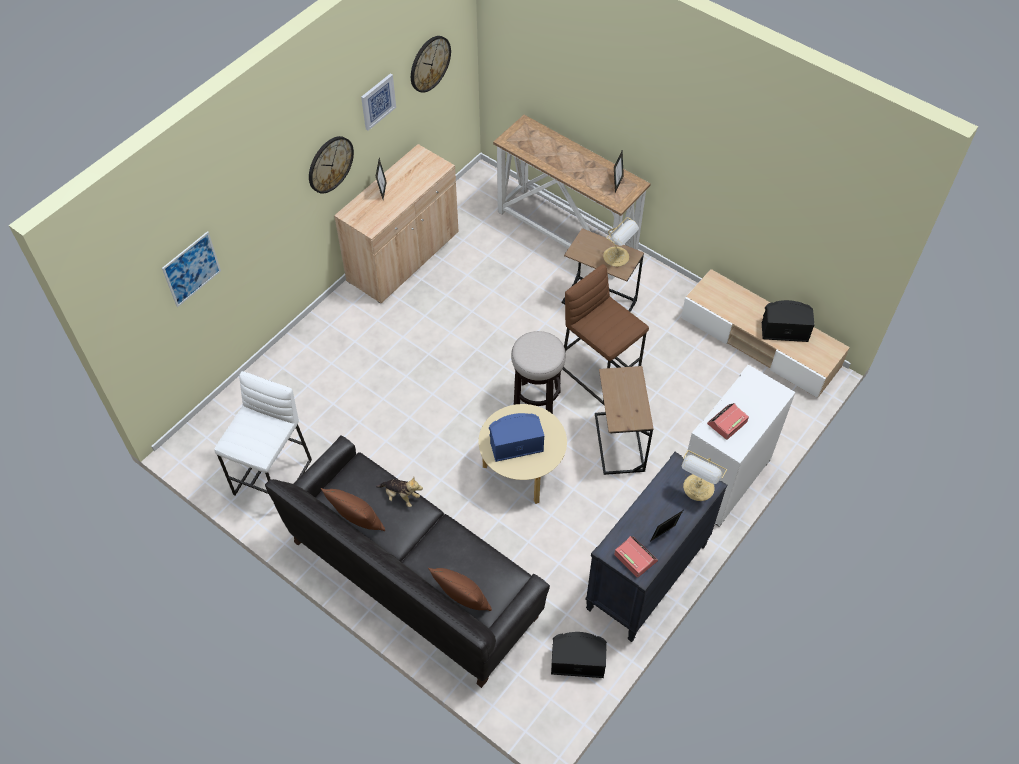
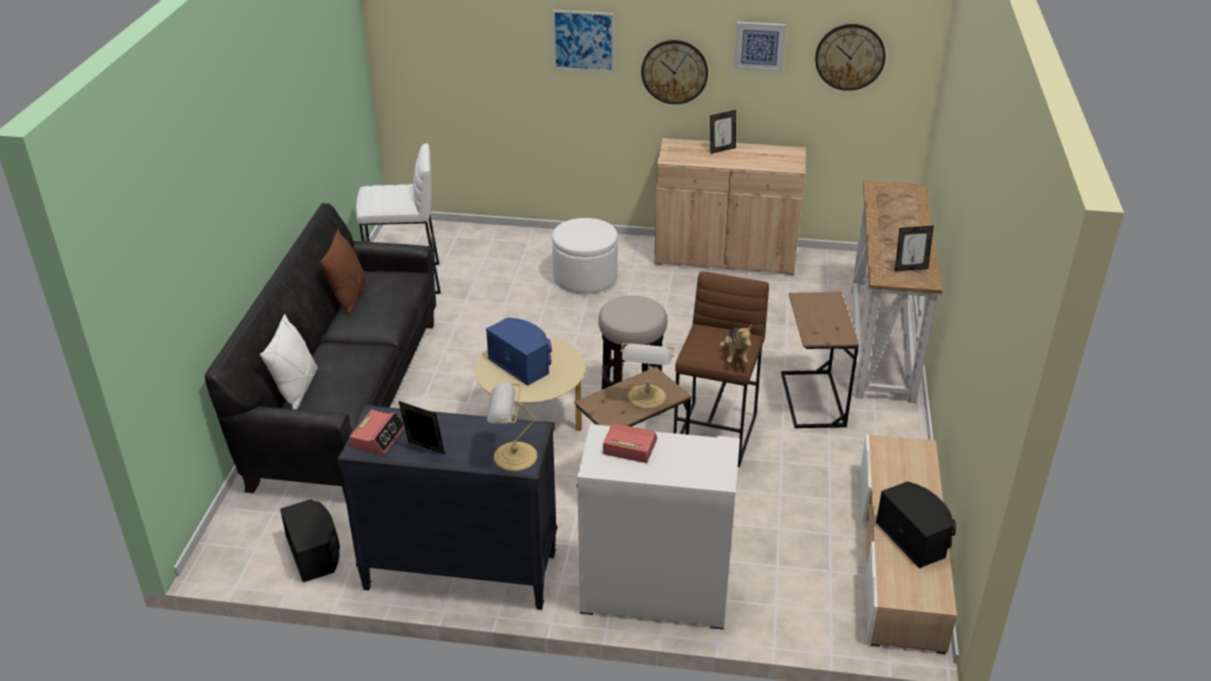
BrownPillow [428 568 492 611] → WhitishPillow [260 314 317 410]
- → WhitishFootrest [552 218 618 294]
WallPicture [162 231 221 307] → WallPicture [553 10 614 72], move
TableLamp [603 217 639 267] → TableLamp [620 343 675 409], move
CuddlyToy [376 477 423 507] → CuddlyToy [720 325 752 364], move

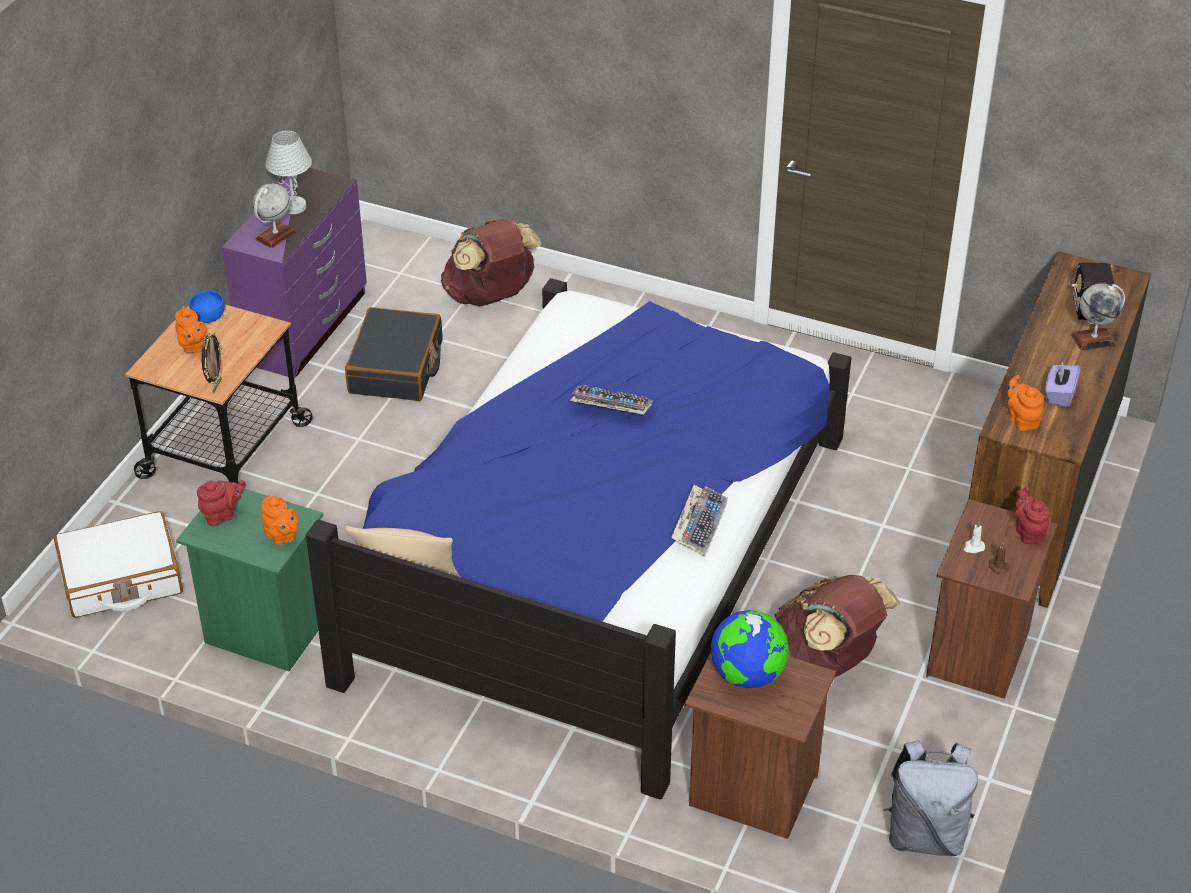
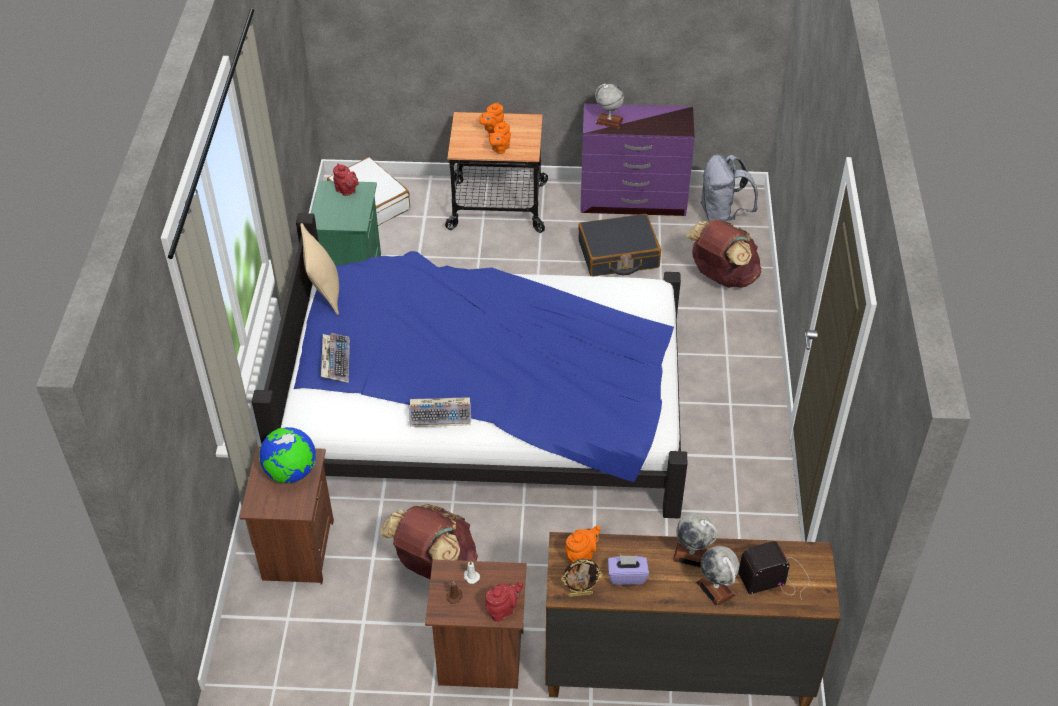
Keyboard [570 385 653 415] → Keyboard [321 333 350 383], move
OrangeyTeaPot [261 494 298 545] → OrangeyTeaPot [489 121 511 154], move
PictureFrame [202 332 222 394] → PictureFrame [561 559 603 597], move
- → WorldGlobe [673 513 717 568]
GreyishRucksack [884 740 978 856] → GreyishRucksack [700 155 758 221], move
BluishDeepDish [189 290 225 323] → -
WhitishTableLamp [265 131 312 214] → -

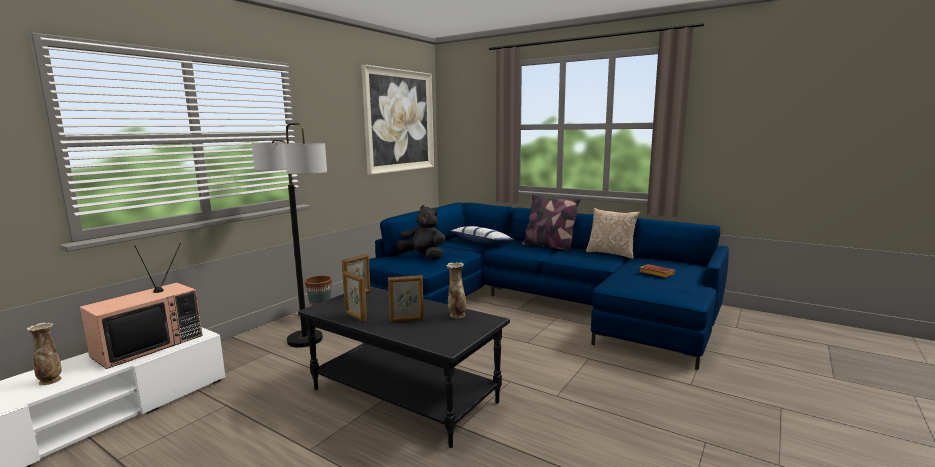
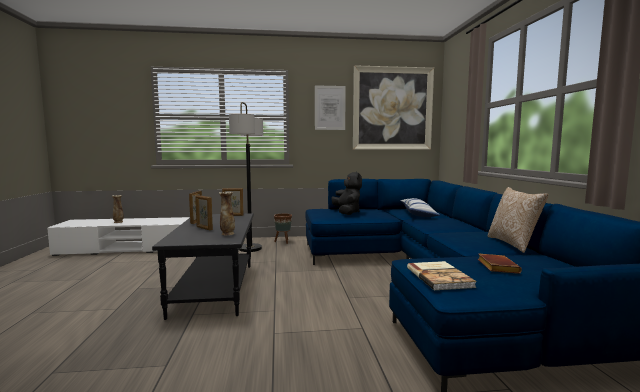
- → WallPicture [315 85 346 130]
- → BoundBook [407 261 477 290]
Television [80 243 203 369] → -
Pillow [522 194 581 251] → -

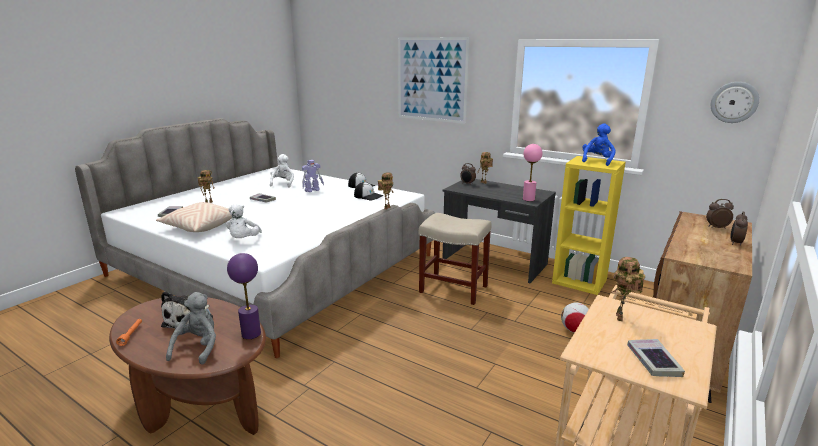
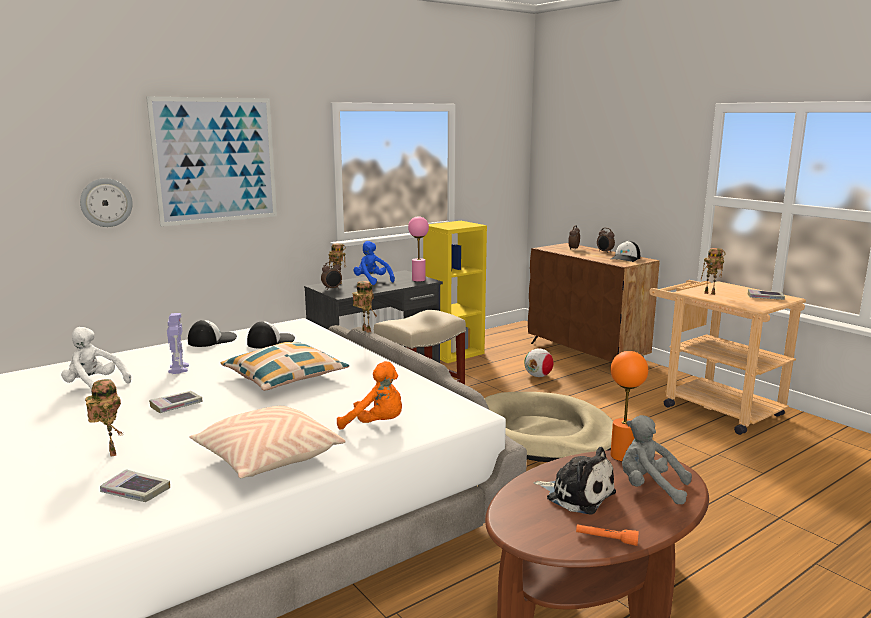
HangingClock [711 82 759 123] → HangingClock [80 178 133 227], move
- → Pillow [221 342 349 391]
WhitishCuddlyToy [226 204 262 238] → OrangeyCuddlyToy [337 361 402 430]
BluishCuddlyToy [582 123 615 166] → BluishCuddlyToy [353 241 395 285], move
- → BeigeColouredDogCushion [484 392 613 462]
PurpleTableLamp [227 253 261 339] → OrangeyTableLamp [610 351 648 461]
- → Cap [611 241 640 262]

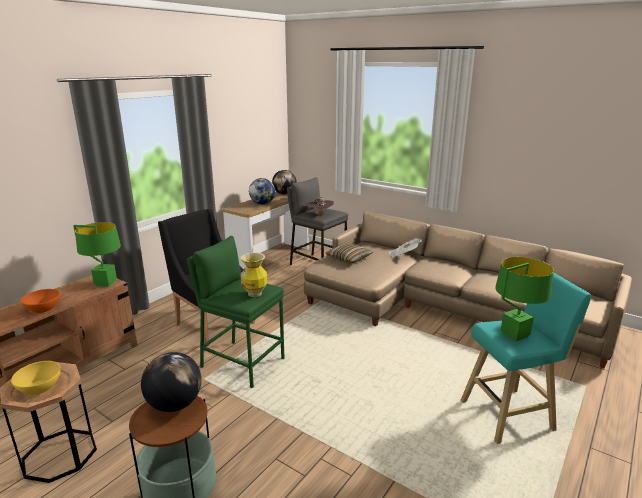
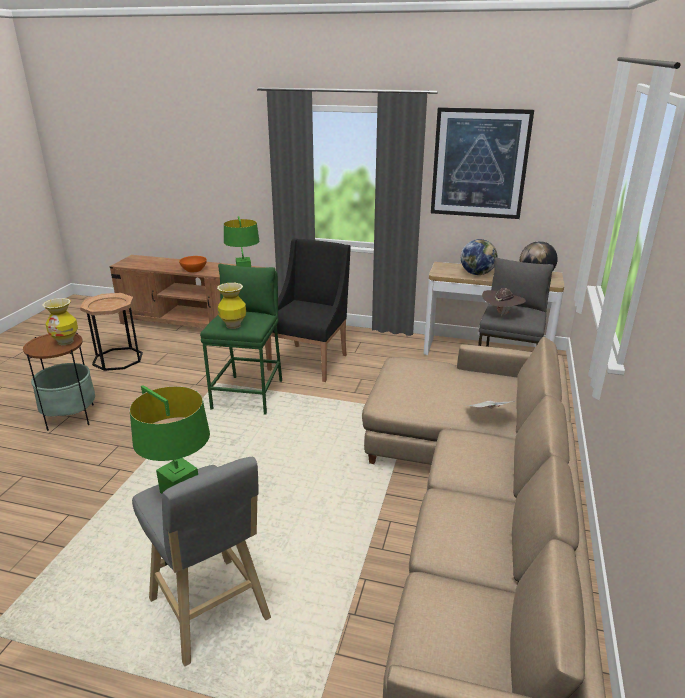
WorldGlobe [141 352 202 412] → Vase [42 298 78 345]
TurquoiseColouredStoolSeat [461 273 591 444] → GreyishStoolSeat [132 457 271 666]
- → WallPicture [431 107 534 219]
YellowishDeepDish [11 361 61 395] → -
Pillow [326 243 373 263] → -

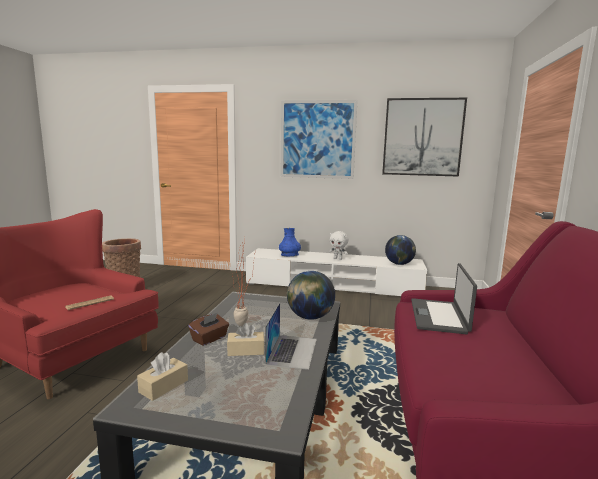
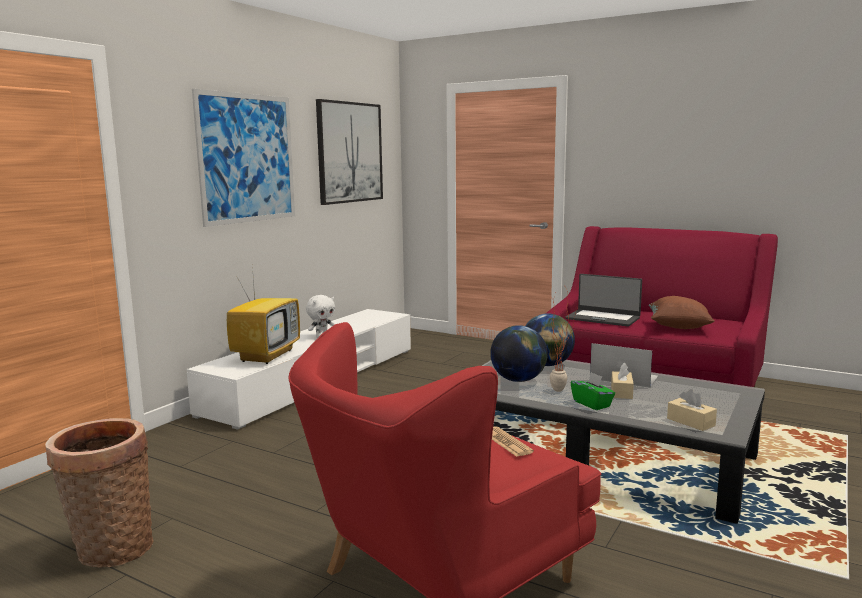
BluishVase [279 228 301 256] → Television [227 265 300 364]
WorldGlobe [385 235 416 265] → WorldGlobe [490 325 548 382], move
BrownTissueBox [188 313 229 346] → GreenColouredTissueBox [571 372 615 410]
- → BrownPillow [649 296 715 329]

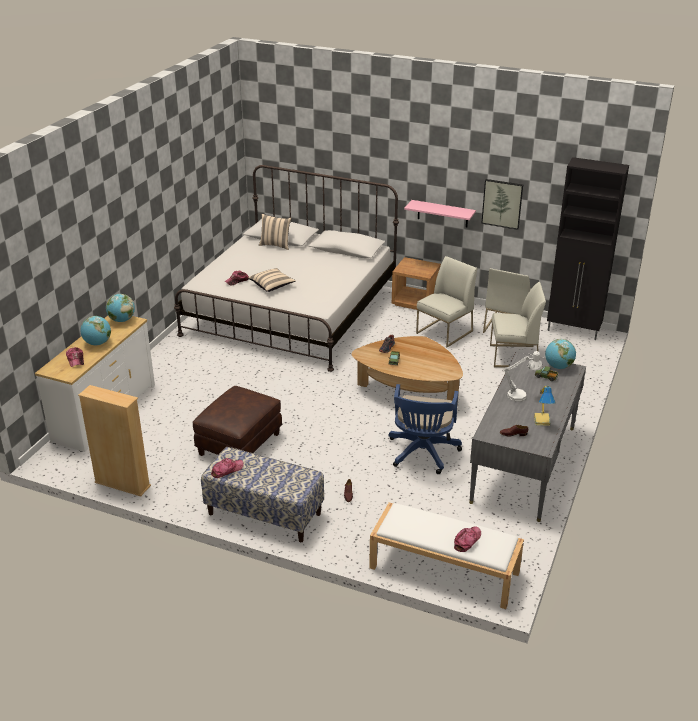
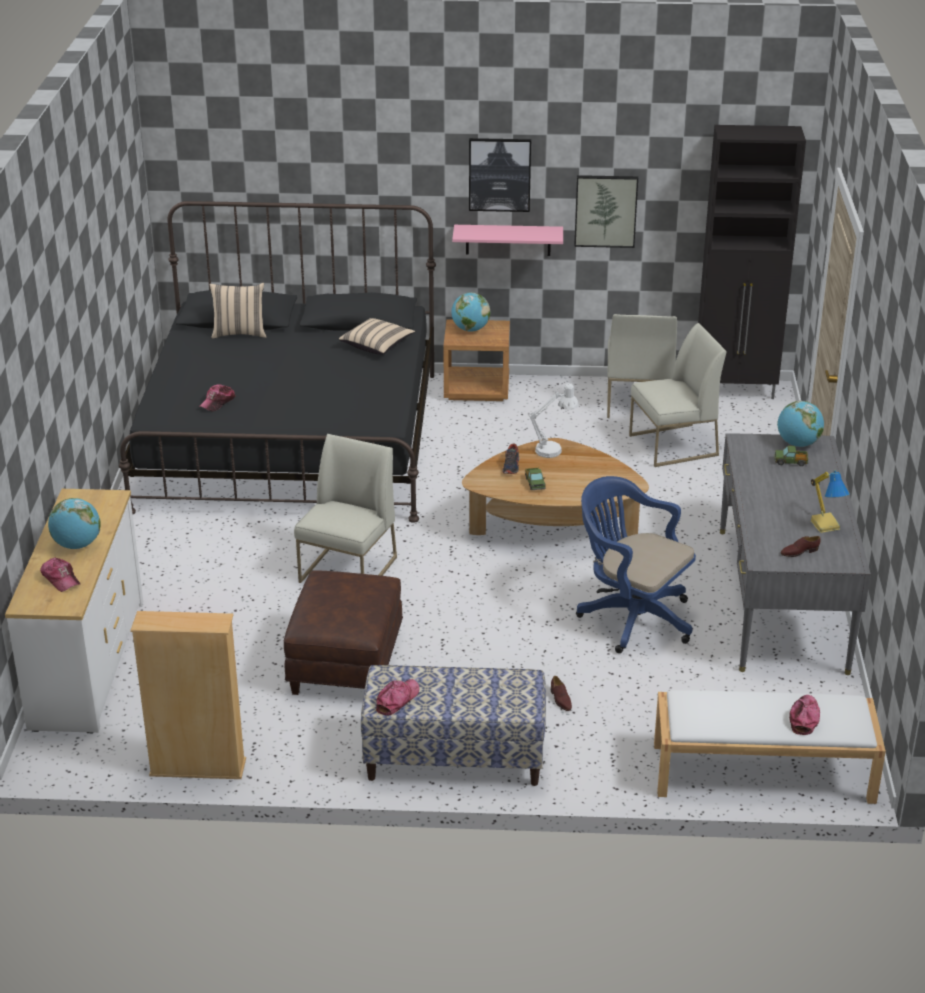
WhitishSleepingBed [174 165 399 372] → BlackColouredSleepingBed [119 201 436 523]
WhitishUprightChair [416 256 477 348] → WhitishUprightChair [294 434 397 583], move
BeigeColouredPillow [248 268 296 292] → BeigeColouredPillow [339 318 415 355], move
WorldGlobe [106 294 135 322] → WorldGlobe [451 292 490 332], move
- → WallPicture [469 138 531 212]
WhitishTableLamp [504 351 542 402] → WhitishTableLamp [529 383 579 458], move
BluishDeskChair [388 384 462 474] → BluishDeskChair [576 476 696 653], 135 degrees clockwise

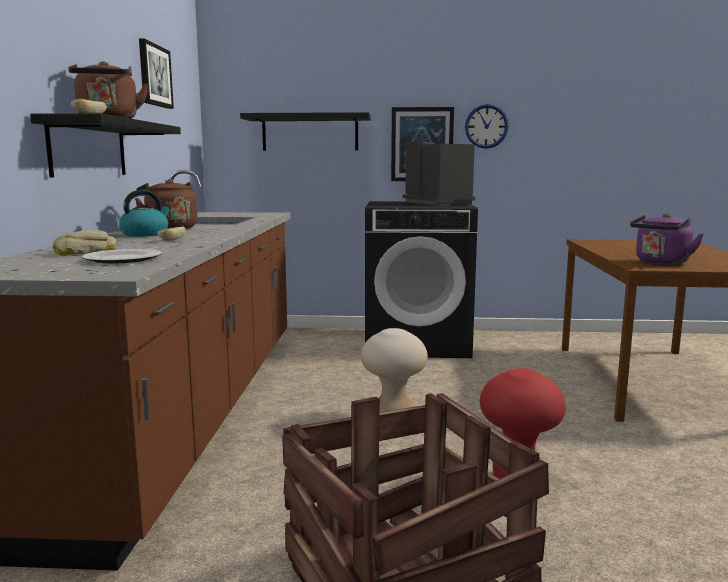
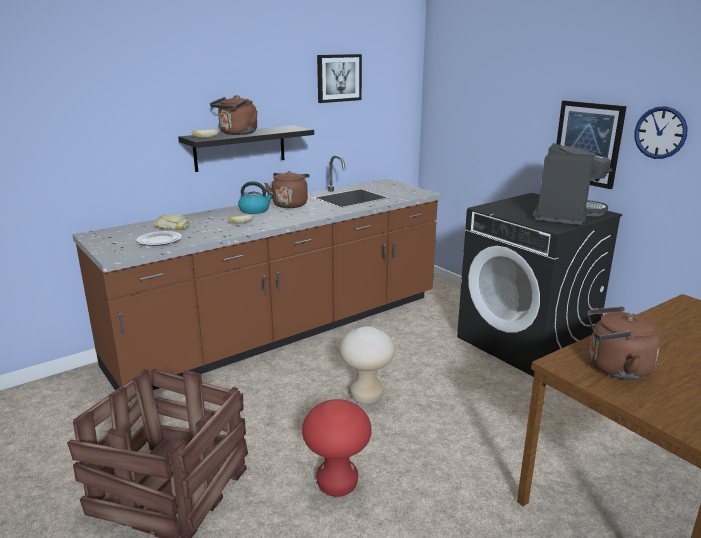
PurpleWaterKettle [630 213 704 264] → BrownWaterKettle [587 306 661 379]
BlackColouredShelf [240 112 371 151] → -

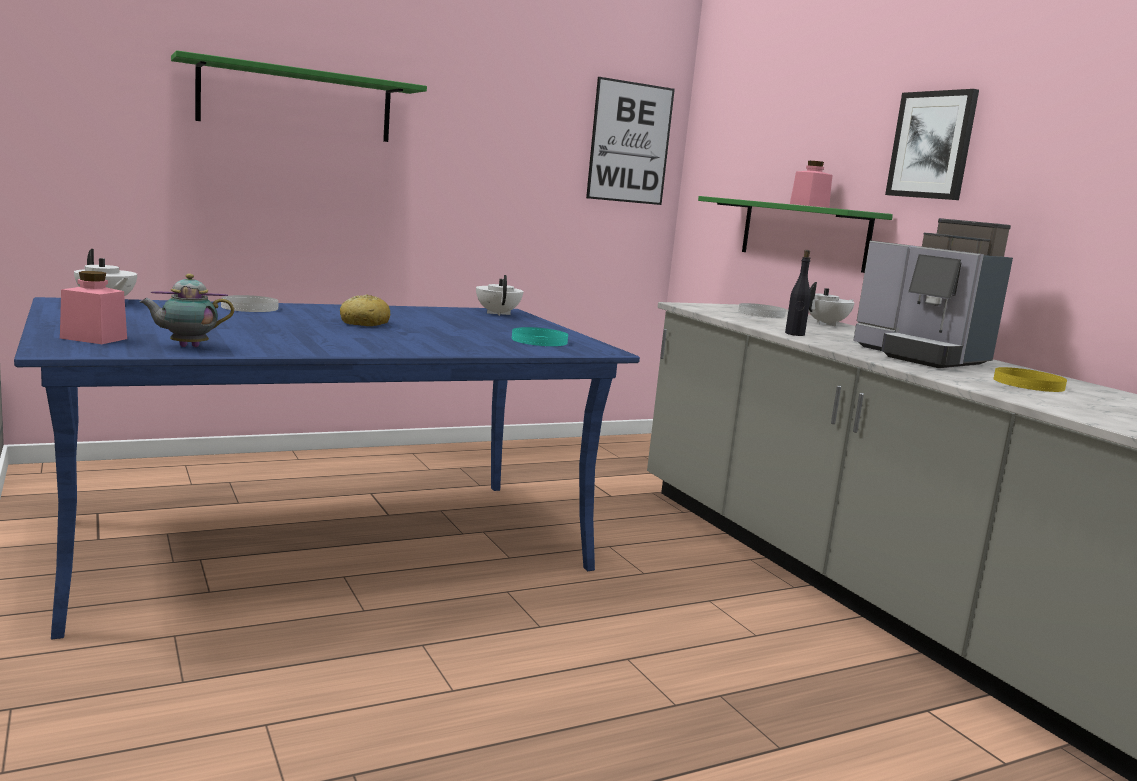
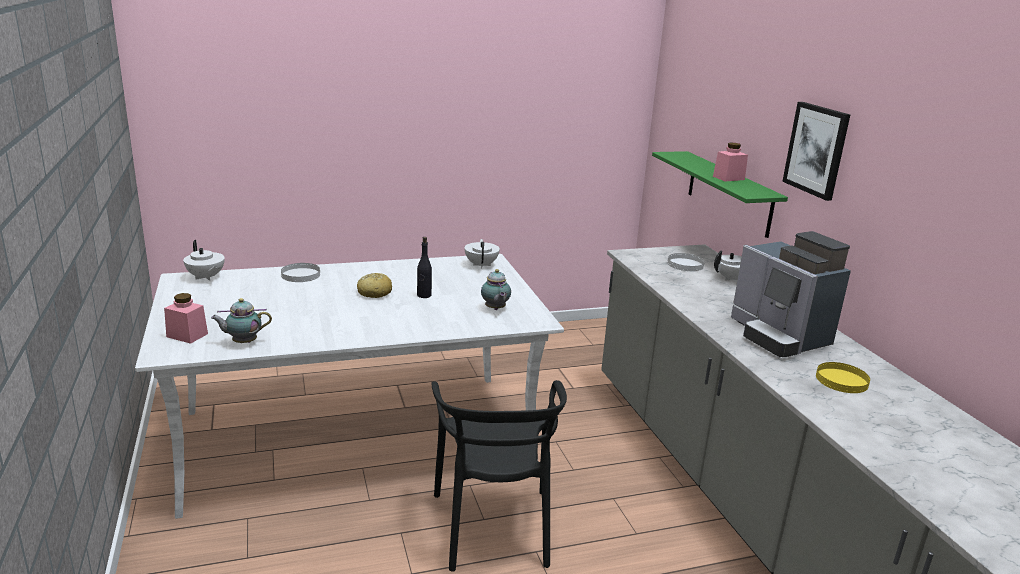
BluishKitchenTable [14 297 640 639] → WhitishKitchenTable [135 254 564 519]
BlackColouredBottle [785 250 811 336] → BlackColouredBottle [417 237 432 298], move
- → BlackColouredUprightChair [432 380 567 572]
TurquoiseColouredFlatDish [512 327 568 346] → TeaPot [481 269 511 310]
GreenColouredShelf [171 50 427 142] → -
WallPicture [586 77 675 205] → -

